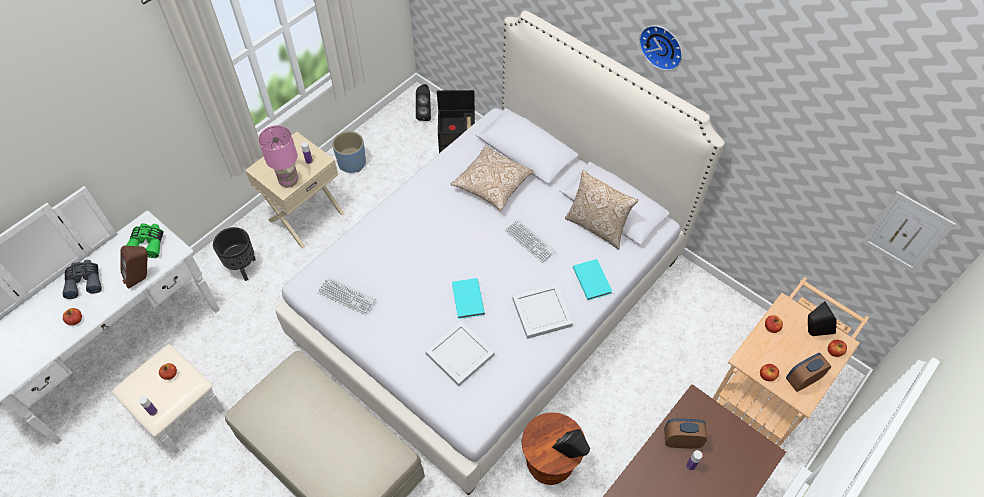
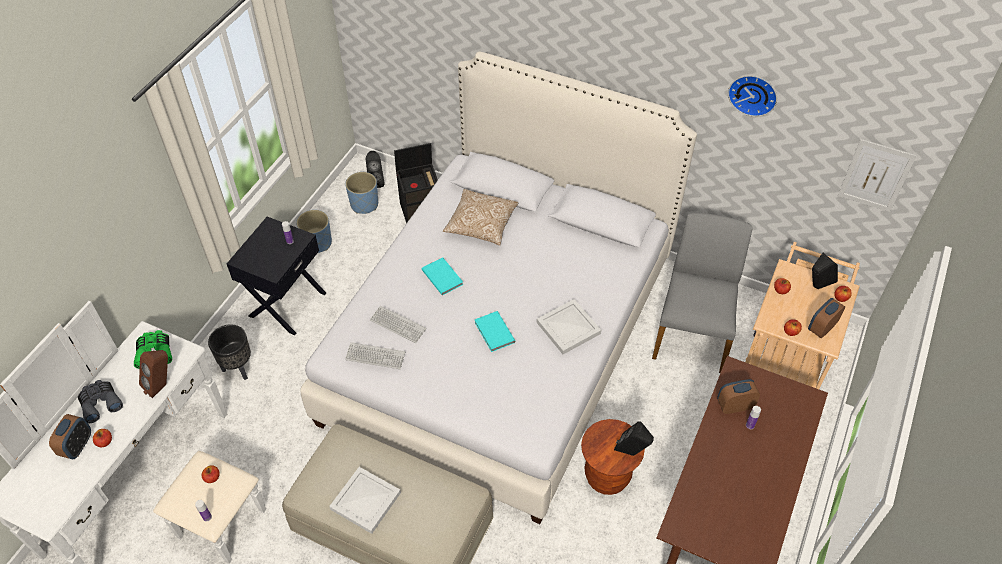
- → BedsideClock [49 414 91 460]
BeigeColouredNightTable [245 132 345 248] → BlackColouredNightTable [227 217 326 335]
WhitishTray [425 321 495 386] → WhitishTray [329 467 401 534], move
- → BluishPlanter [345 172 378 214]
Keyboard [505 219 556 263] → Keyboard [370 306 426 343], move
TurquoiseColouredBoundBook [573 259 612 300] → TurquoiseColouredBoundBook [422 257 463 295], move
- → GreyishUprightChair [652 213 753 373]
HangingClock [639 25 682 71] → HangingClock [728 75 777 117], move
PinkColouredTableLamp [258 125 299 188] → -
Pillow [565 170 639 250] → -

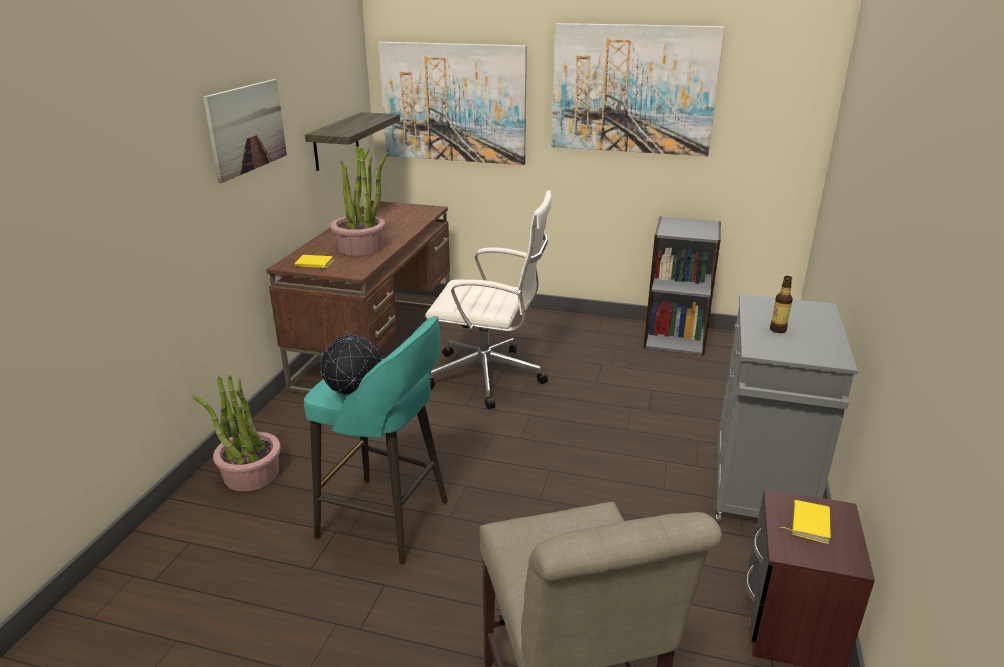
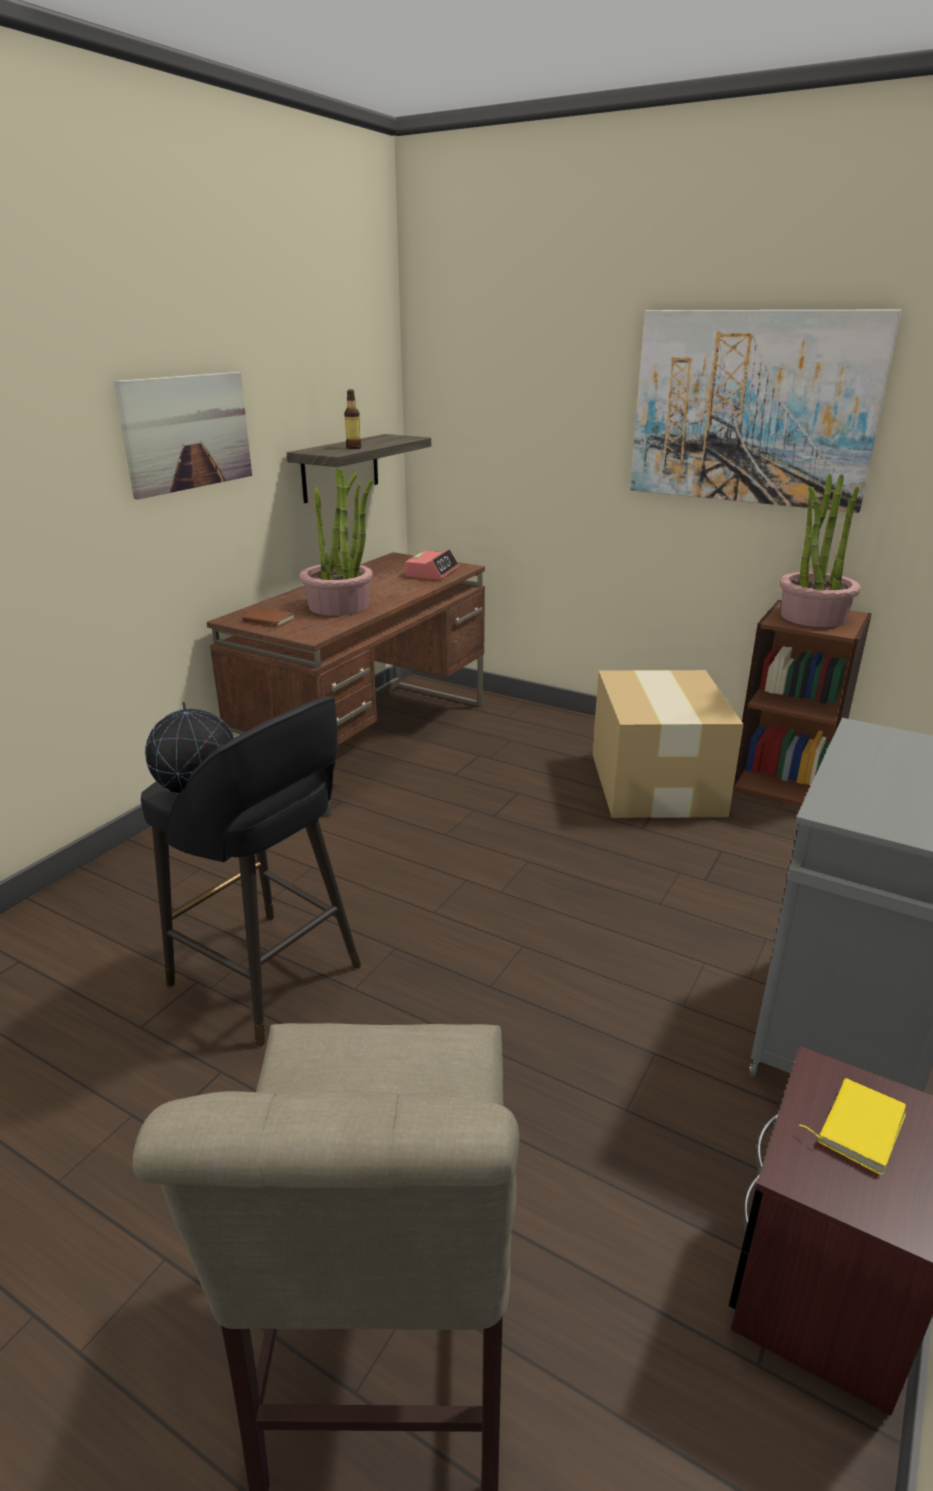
TurquoiseColouredStoolSeat [304 316 448 565] → BlackColouredStoolSeat [141 696 361 1047]
YellowishBoundBook [295 255 334 268] → BrownBoundBook [242 608 295 627]
Bottle [770 276 793 333] → Bottle [344 390 361 449], move
- → BedsideClock [405 549 459 580]
- → CardboardBox [592 670 744 818]
GreyishBookshelf [644 216 721 355] → BrownBookshelf [733 600 872 806]
Houseplant [193 375 281 492] → Houseplant [779 474 861 627], move
WallPicture [378 42 527 165] → -
WhitishDeskChair [425 190 552 409] → -

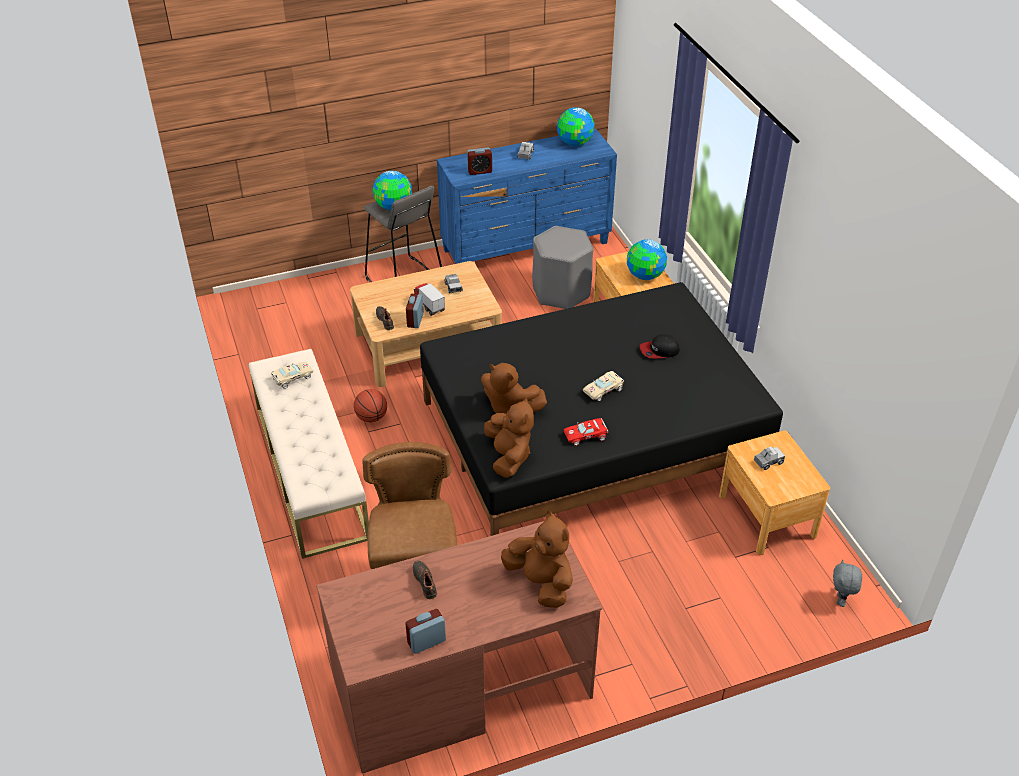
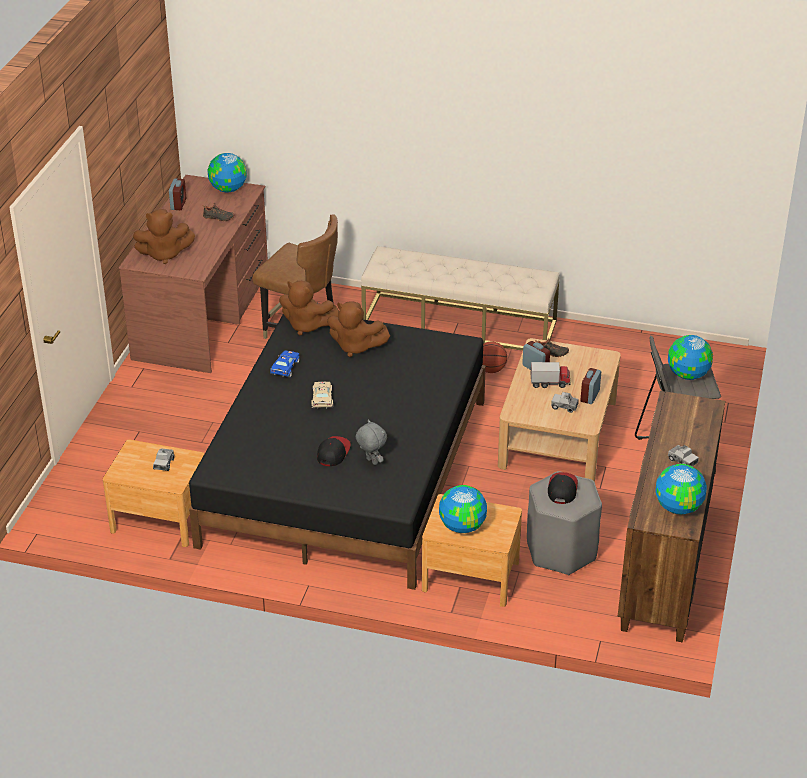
- → WorldGlobe [208 153 247 193]
RedColouredMiniatureCar [564 418 608 446] → BluishMiniatureCar [270 350 299 378]
BrownCuddlyToy [481 363 547 414] → BrownCuddlyToy [327 301 390 357], 135 degrees counterclockwise
GreyishCuddlyToy [833 560 862 607] → GreyishCuddlyToy [356 419 387 465], move
- → Cap [548 472 578 504]
BedsideClock [467 148 492 175] → BedsideClock [581 368 601 404], move
BluishDresser [437 129 617 264] → BrownDresser [618 391 725 642]
BeigeColouredMiniatureCar [271 362 313 389] → -

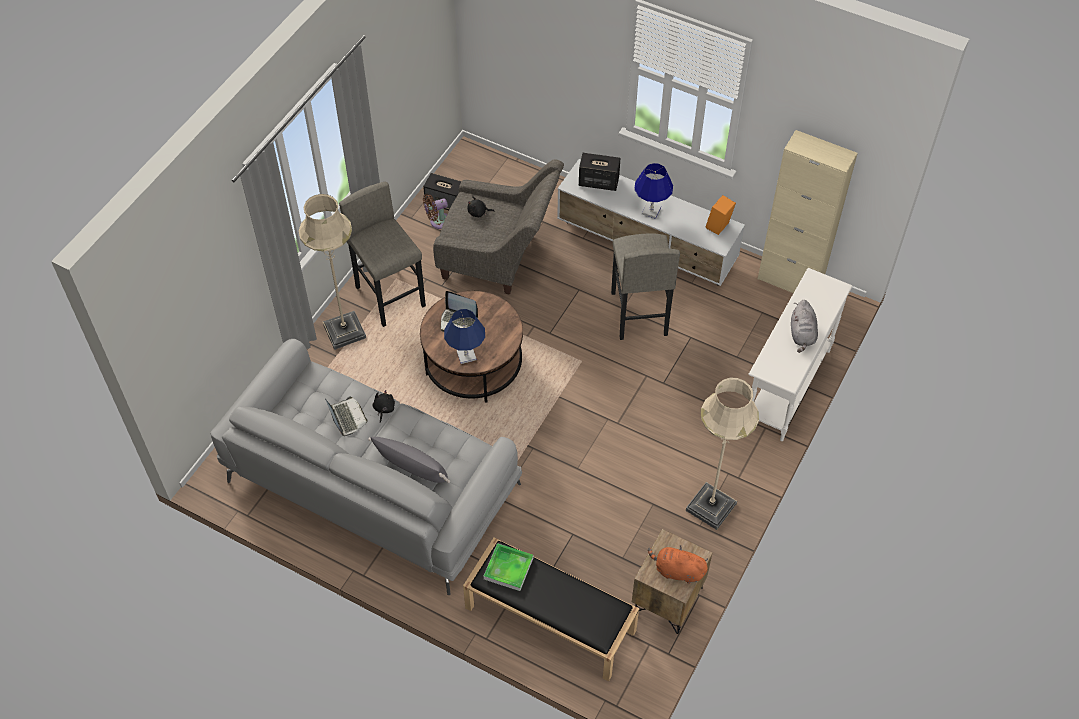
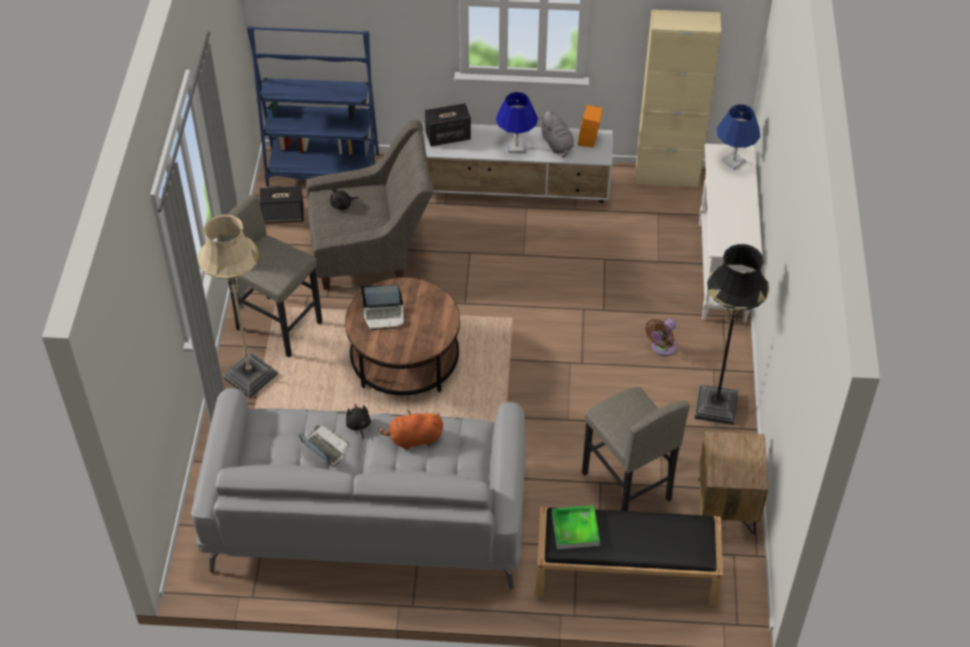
- → BluishBookshelf [247 26 379 187]
OrangeyCuddlyToy [648 546 708 584] → OrangeyCuddlyToy [377 410 443 450], move
GreyishCuddlyToy [791 300 818 353] → GreyishCuddlyToy [541 111 574 158], move
GreyishStoolSeat [611 233 680 340] → GreyishStoolSeat [582 387 690 511], move
BrownElectricFan [423 194 448 229] → BrownElectricFan [645 319 677 356], move
BeigeColouredStandardLamp [686 378 759 530] → BlackColouredStandardLamp [694 244 769 425]
BluishTableLamp [444 309 485 364] → BluishTableLamp [717 104 760 170], move
GreyishPillow [368 437 450 483] → -

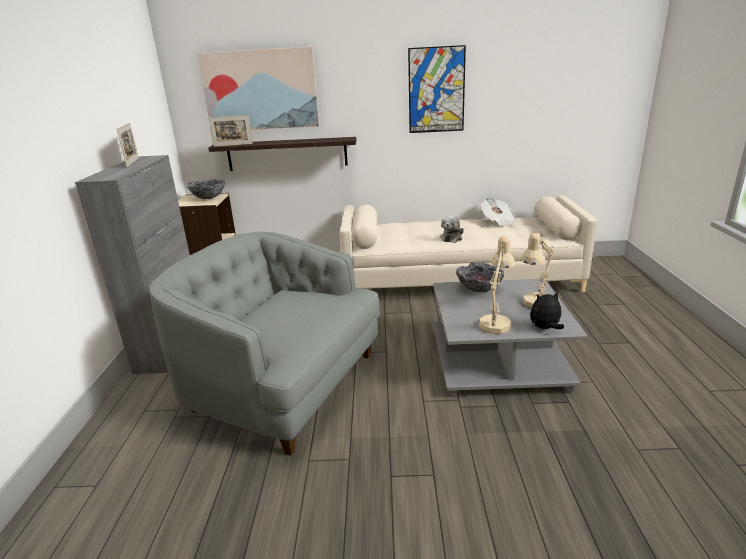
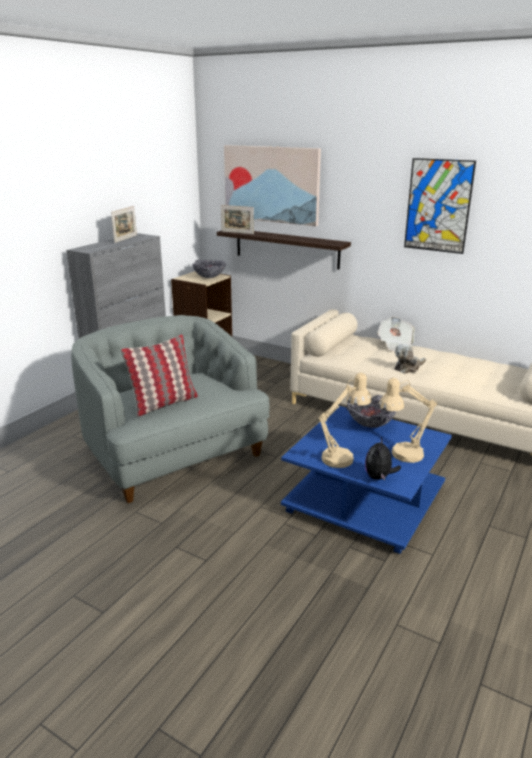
- → Pillow [121 334 198 417]
GreyishLowTable [433 279 588 396] → BluishLowTable [281 405 452 554]
CuddlyToy [530 291 564 329] → CuddlyToy [365 437 401 480], 90 degrees counterclockwise
DailyPaper [481 198 517 227] → DailyPaper [377 317 415 351], move

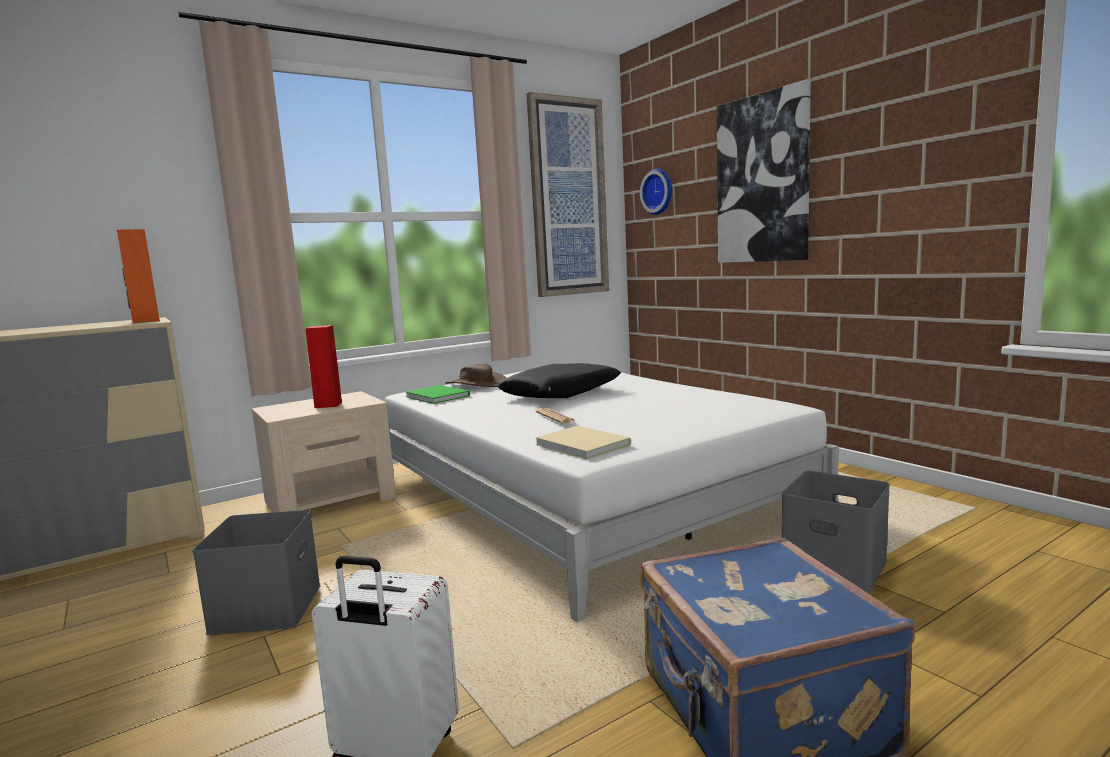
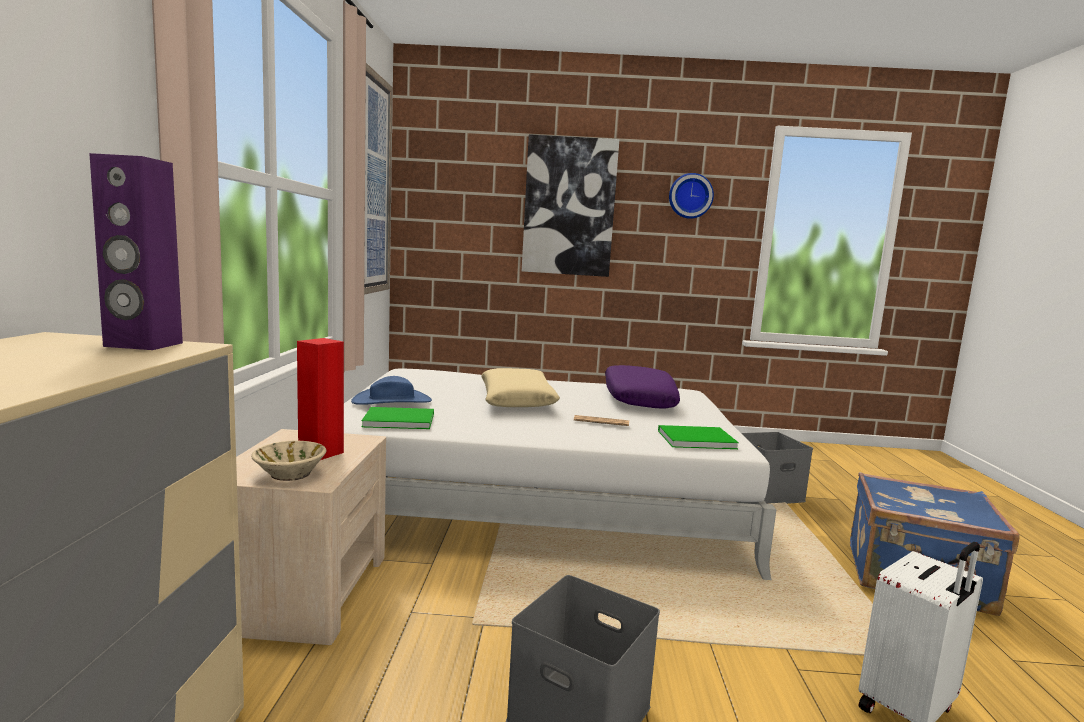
OrangeyAudioSpeaker [117 229 160 323] → PurpleAudioSpeaker [89 153 183 350]
- → BeigeColouredDeepDish [251 441 326 481]
BrownWearableHat [445 363 506 387] → BluishWearableHat [351 376 432 405]
BlackColouredPillow [498 363 621 398] → BeigeColouredPillow [481 368 560 407]
- → PurplePillow [605 365 680 409]
BeigeColouredBoundBook [535 426 631 459] → GreenColouredBoundBook [658 425 739 449]
HangingClock [640 169 672 215] → HangingClock [669 173 714 219], move

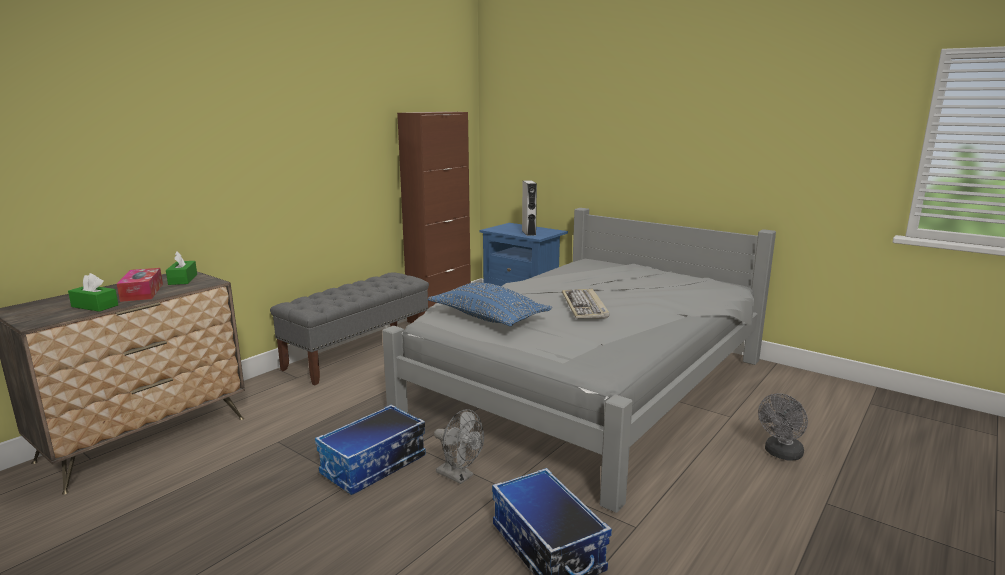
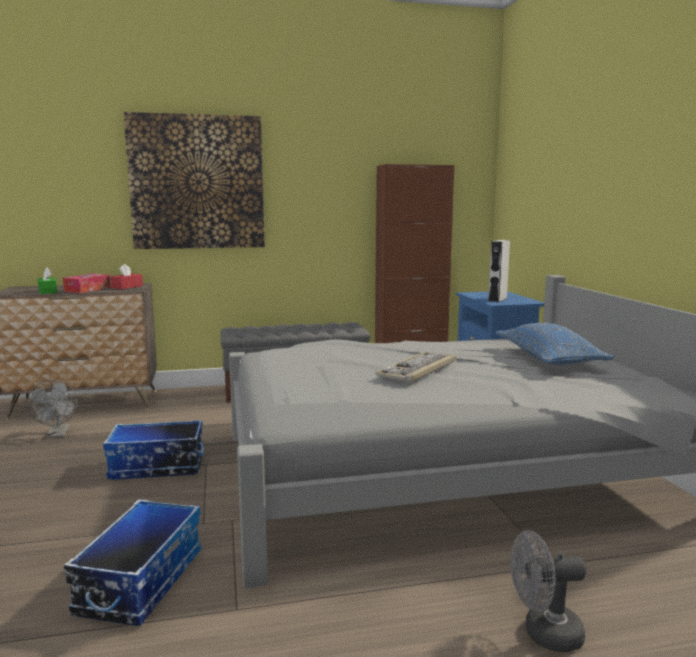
GreyishElectricFan [434 409 484 484] → GreyishElectricFan [27 379 77 438], move
GreenColouredTissueBox [166 251 197 285] → RedColouredTissueBox [111 264 143 289]
- → WallPicture [124 112 265 249]
BluishPillow [428 282 552 326] → BluishPillow [496 323 615 365], move

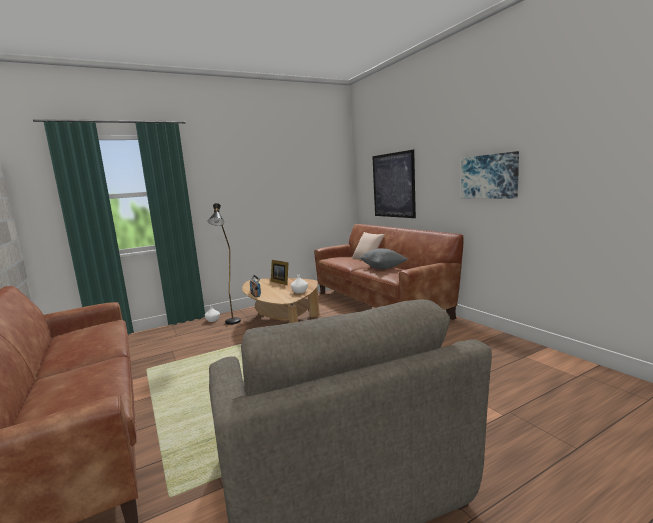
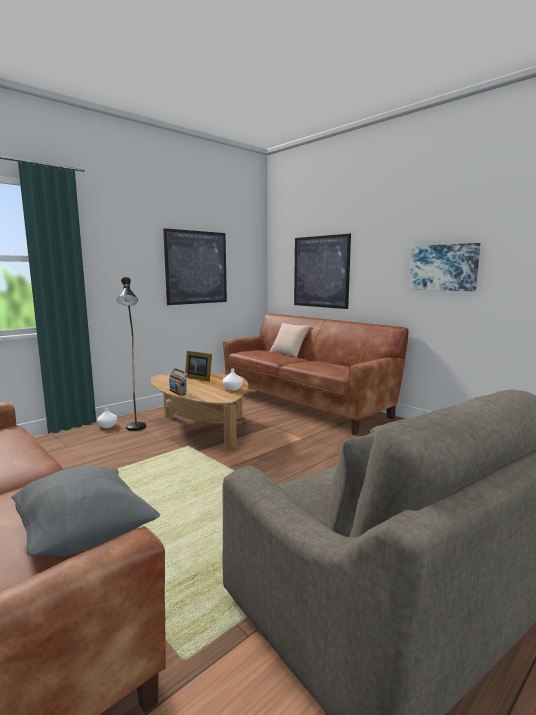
GreyishPillow [360 248 408 269] → GreyishPillow [11 466 160 557], move
- → WallPicture [163 228 227 305]

